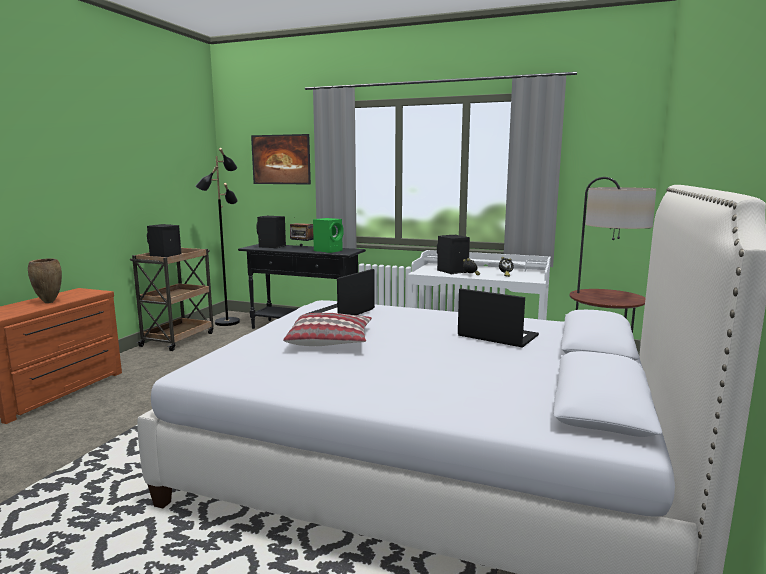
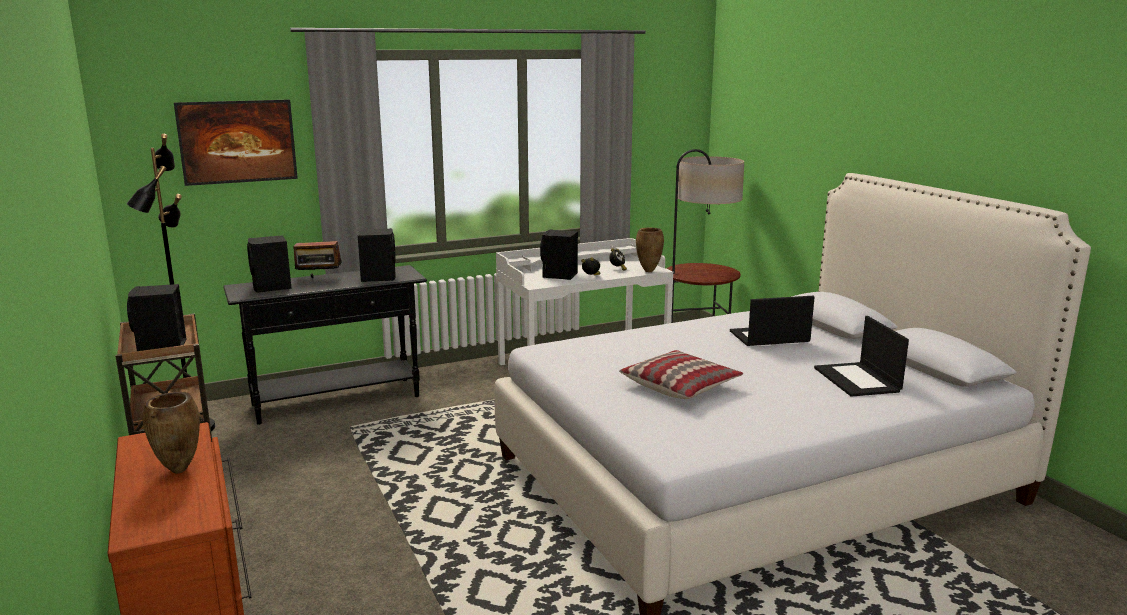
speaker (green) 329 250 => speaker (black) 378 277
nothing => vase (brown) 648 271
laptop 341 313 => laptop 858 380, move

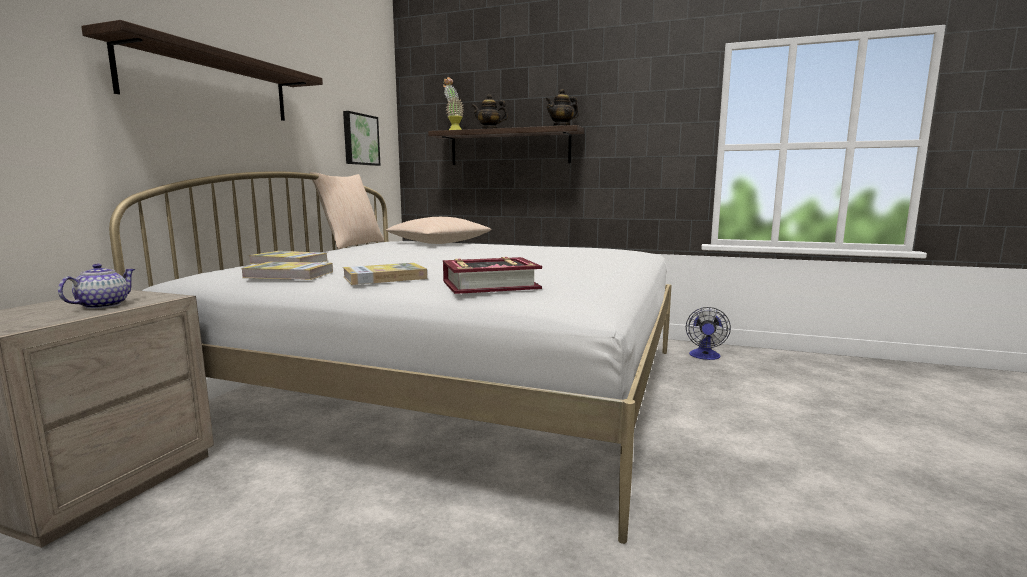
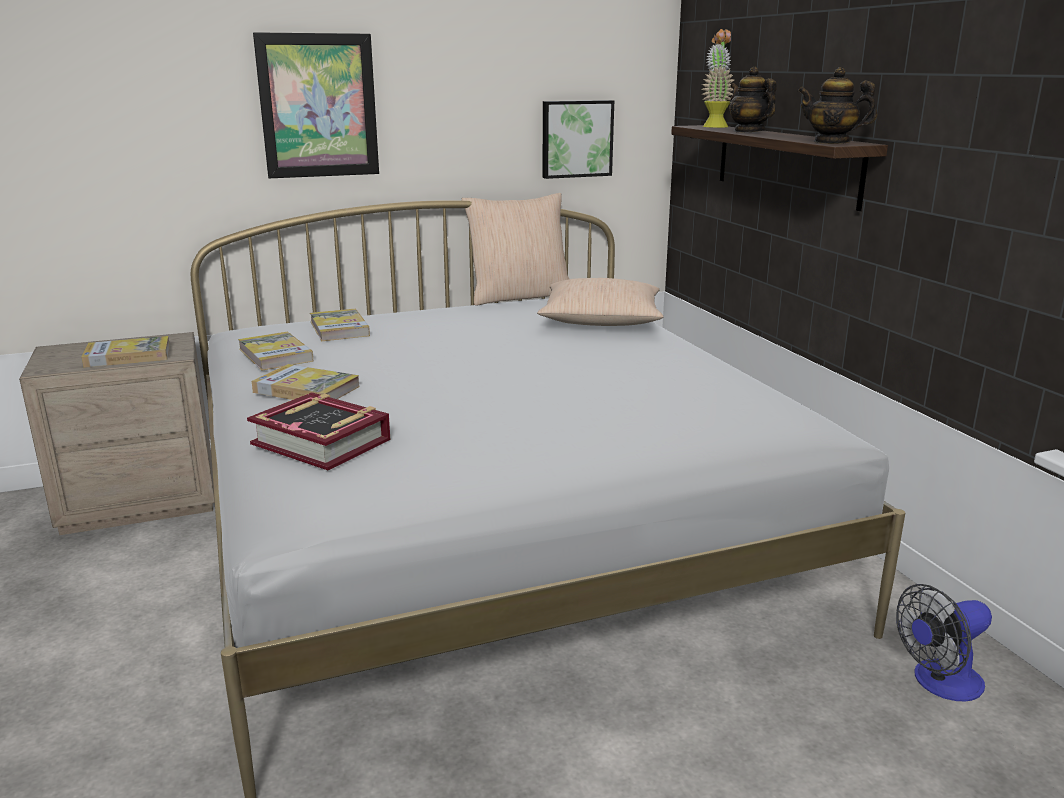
teapot 102 305 => book 128 356
shelf 210 84 => picture 318 106

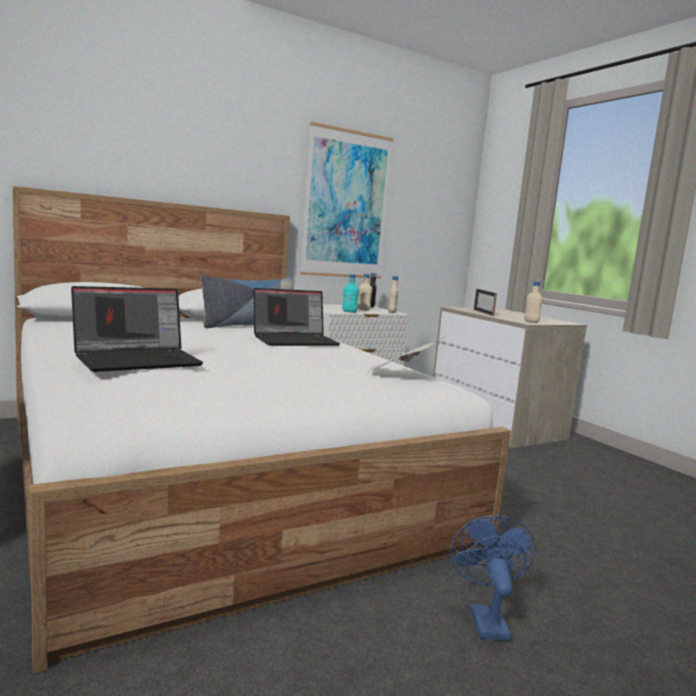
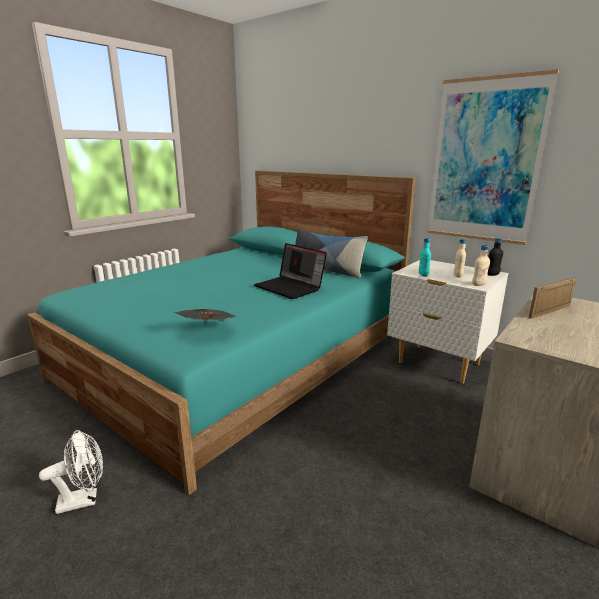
bed (white) 213 471 => bed (turquoise) 241 356
fan (blue) 485 618 => fan (white) 84 500
laptop 138 360 => nothing
bottle (beige) 531 322 => nothing

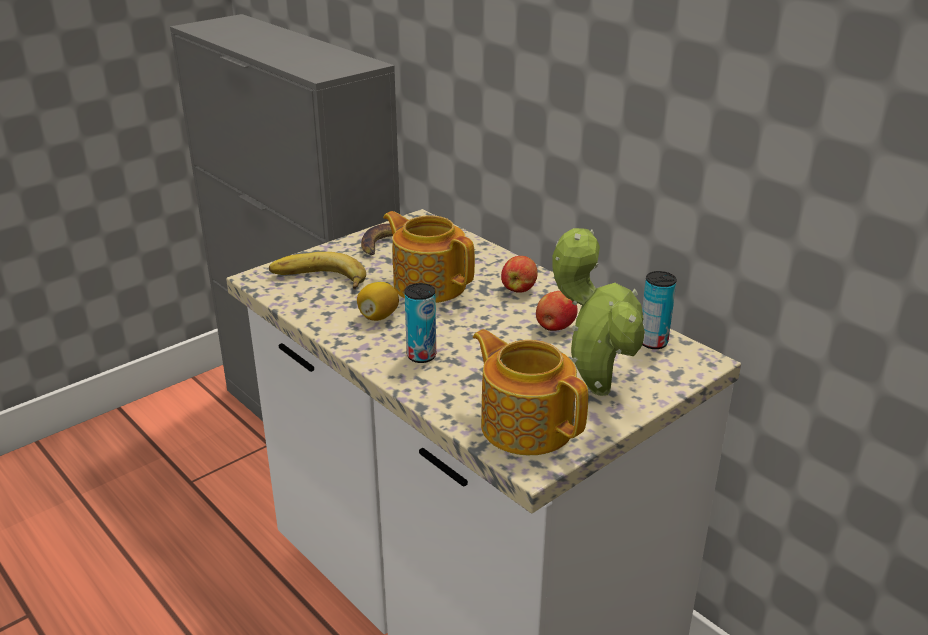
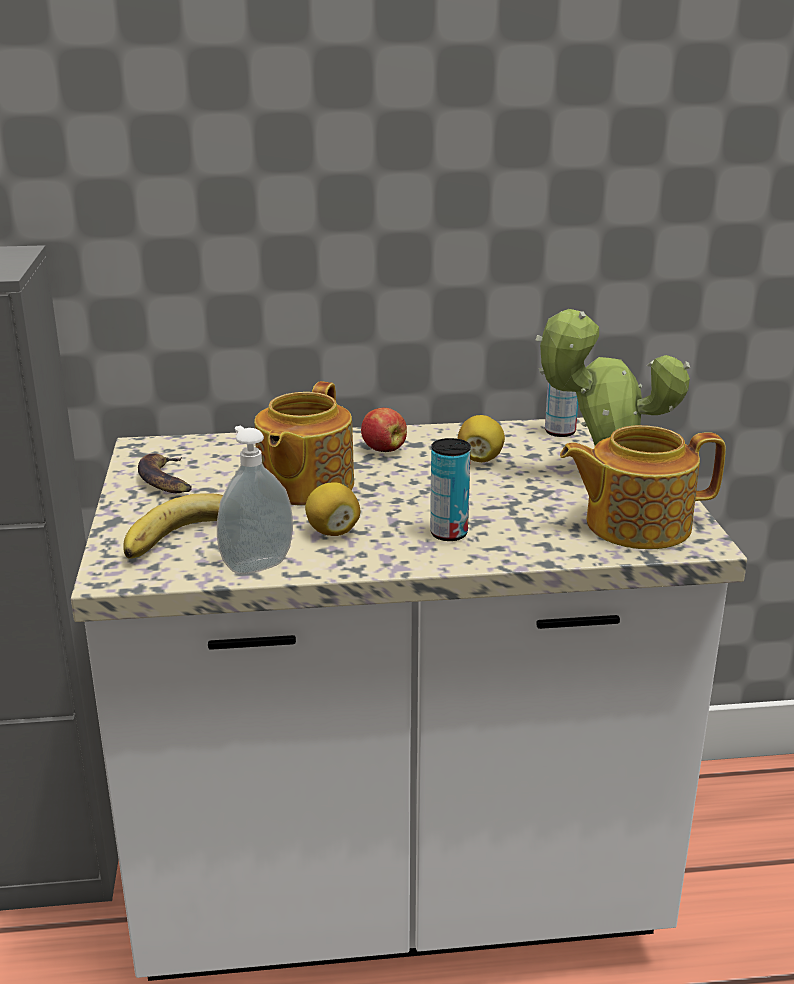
nothing => soap dispenser 256 565
teapot 429 284 => teapot 303 486, 60 degrees counterclockwise
apple 554 327 => lemon 480 459

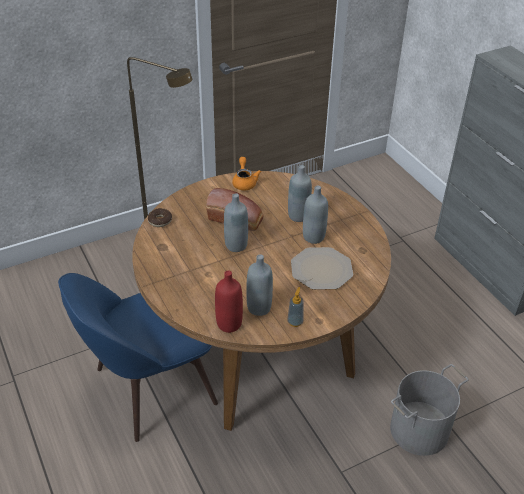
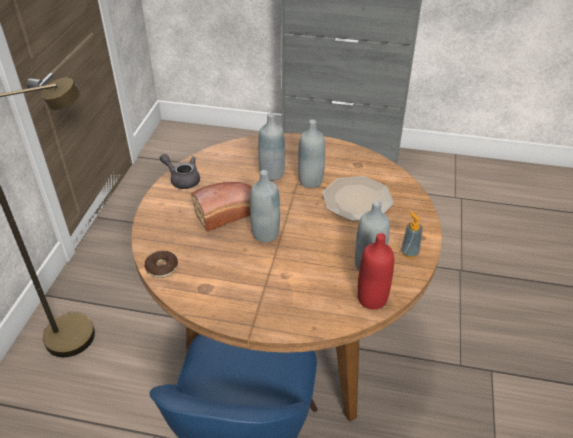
teapot (orange) 244 182 => teapot (grey) 182 179
bucket (grey) 420 430 => nothing

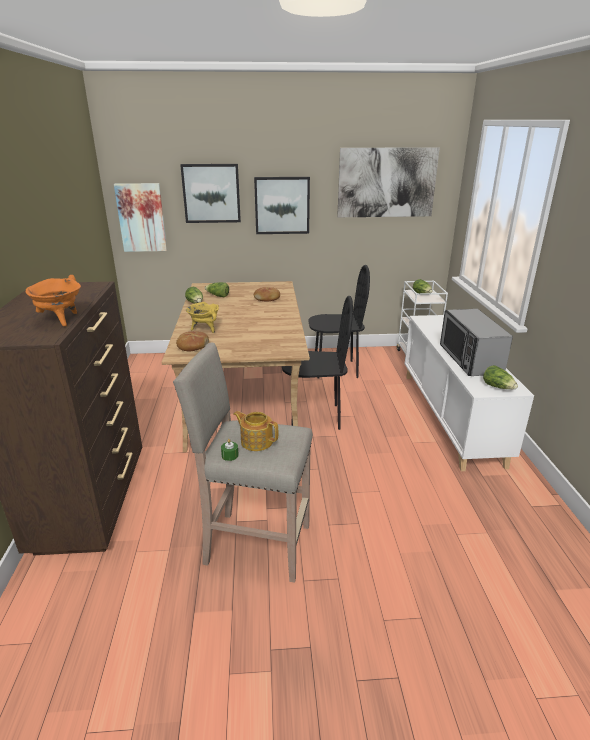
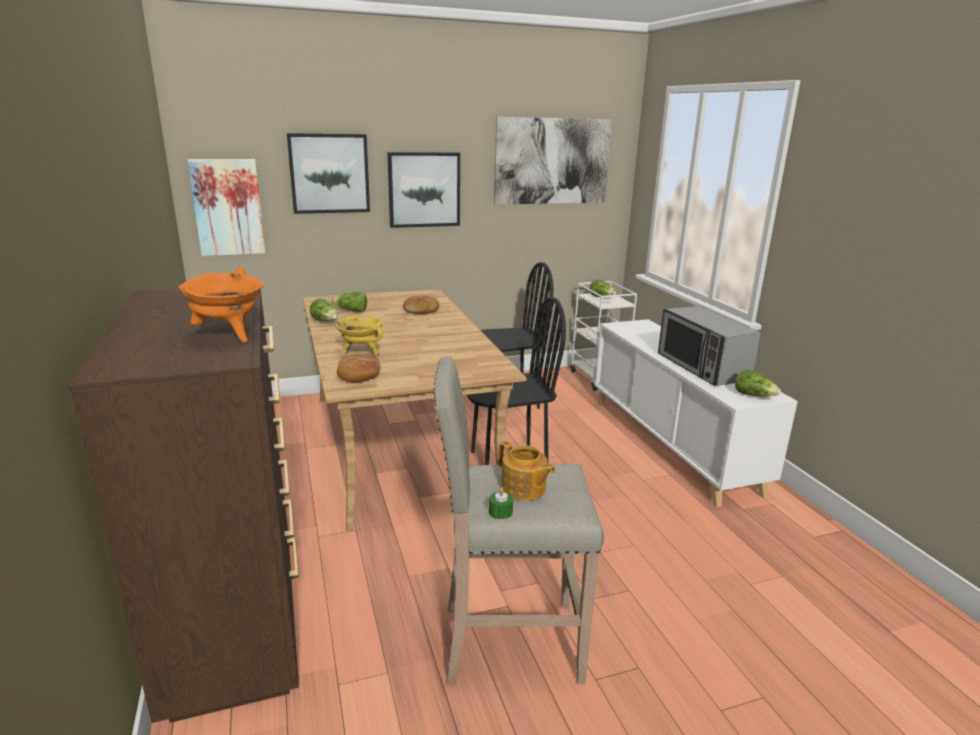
teapot 256 441 => teapot 523 489, 150 degrees counterclockwise

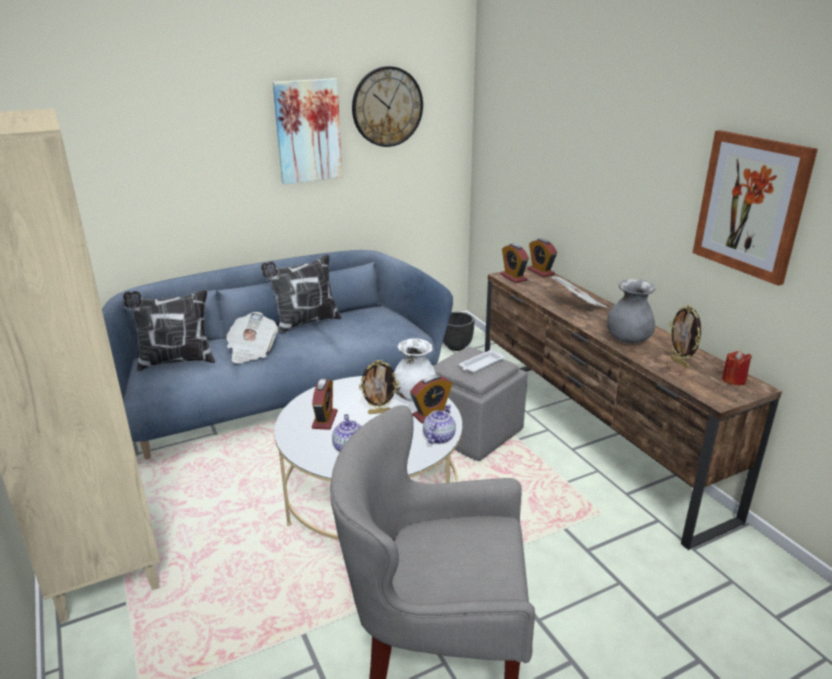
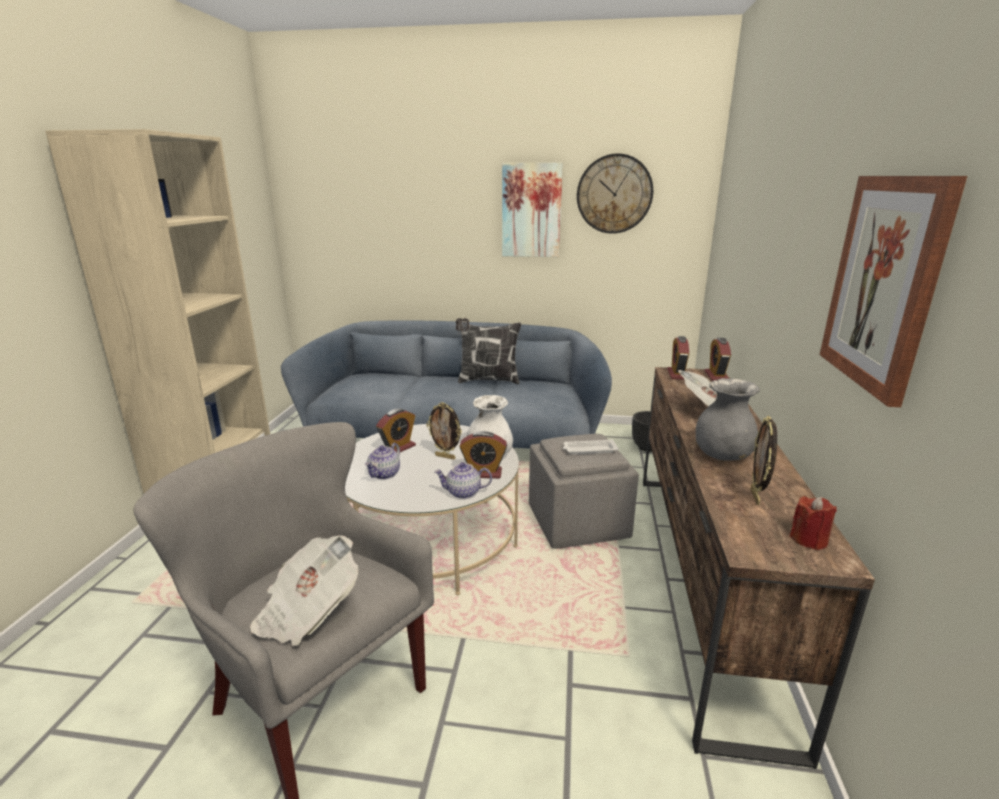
newspaper 251 351 => newspaper 308 611, move
teapot 438 437 => teapot 463 493, 150 degrees counterclockwise
pillow 175 361 => nothing

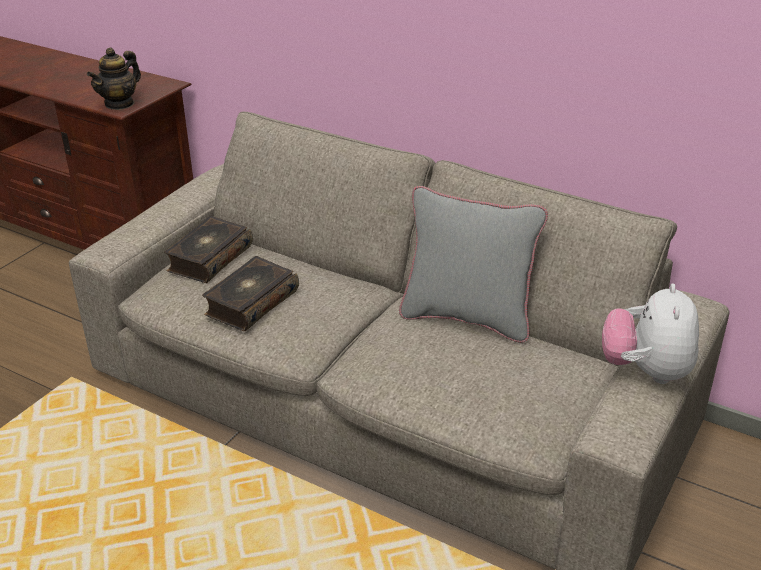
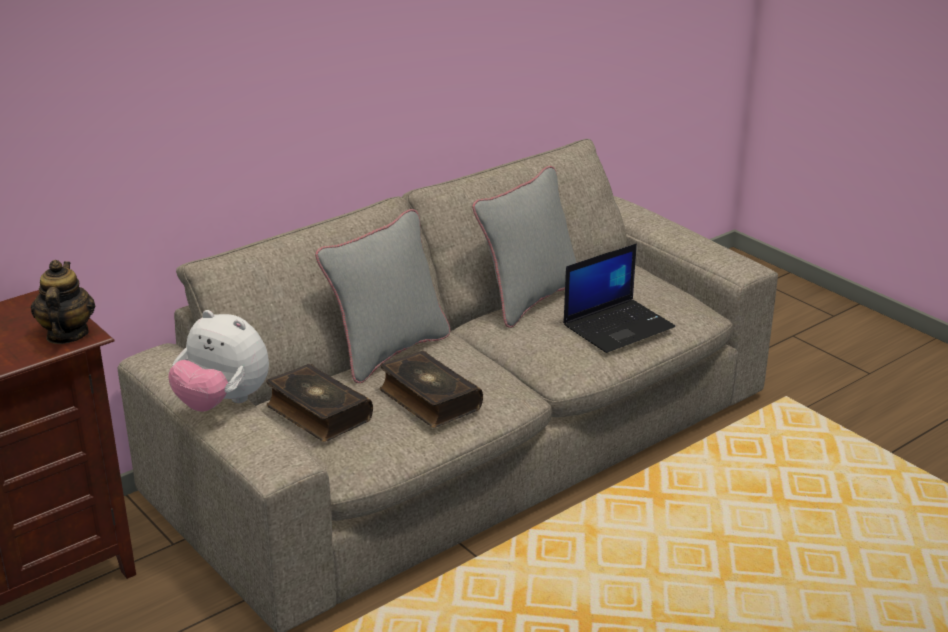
teapot 120 104 => teapot 67 335, 150 degrees counterclockwise
plush toy 646 371 => plush toy 222 403, move
nothing => pillow (grey) 388 351
nothing => laptop 618 326

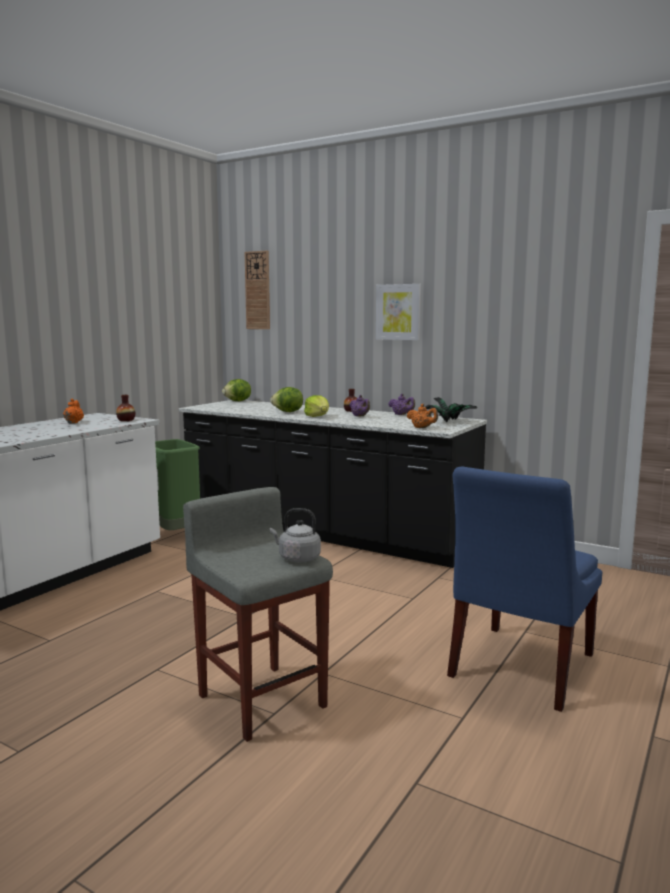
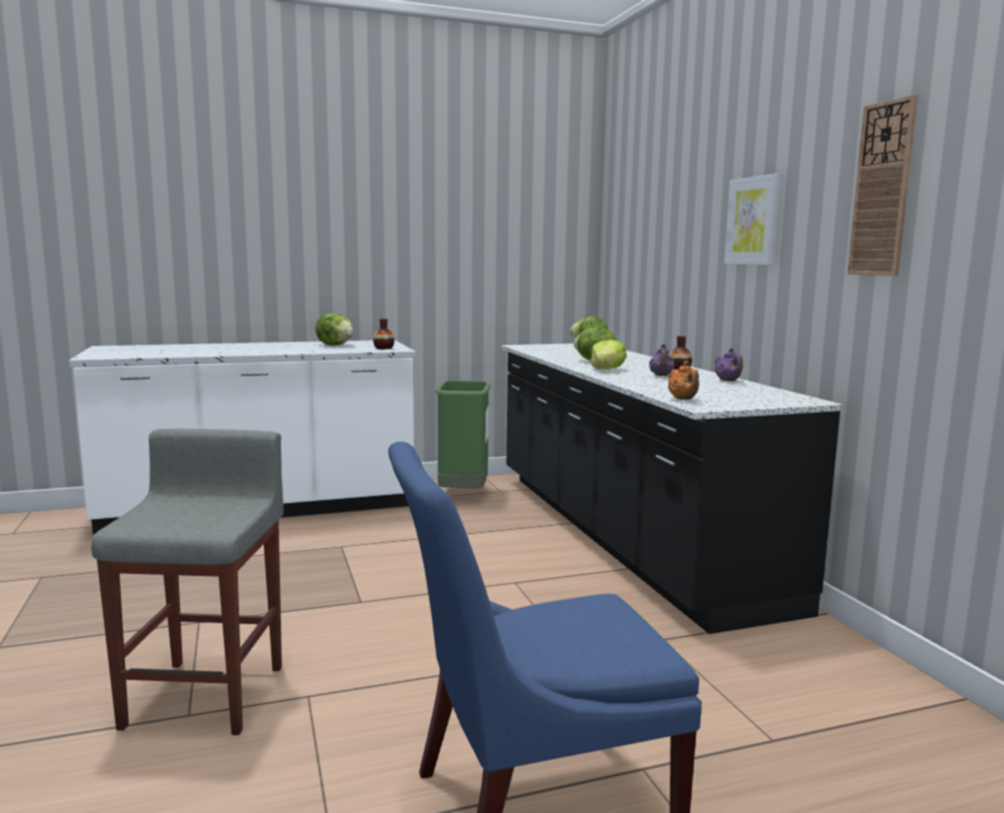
teapot (orange) 74 422 => lettuce 335 345
wall clock 258 290 => wall clock 882 189, move
kettle (grey) 297 558 => nothing
potted plant 450 422 => nothing

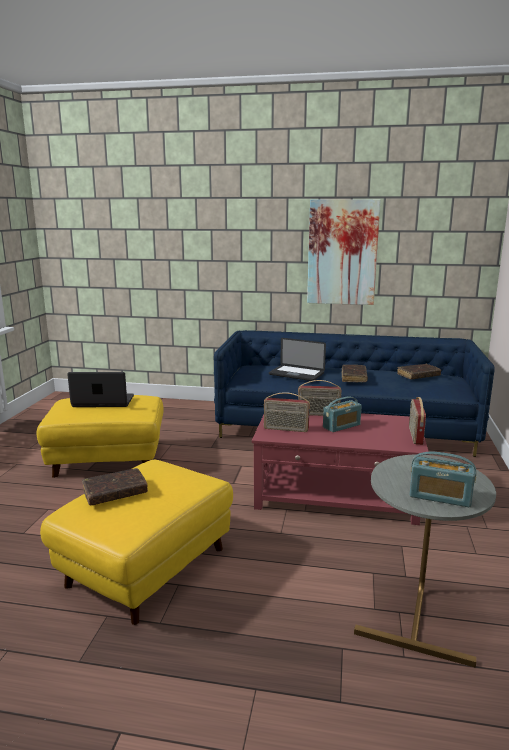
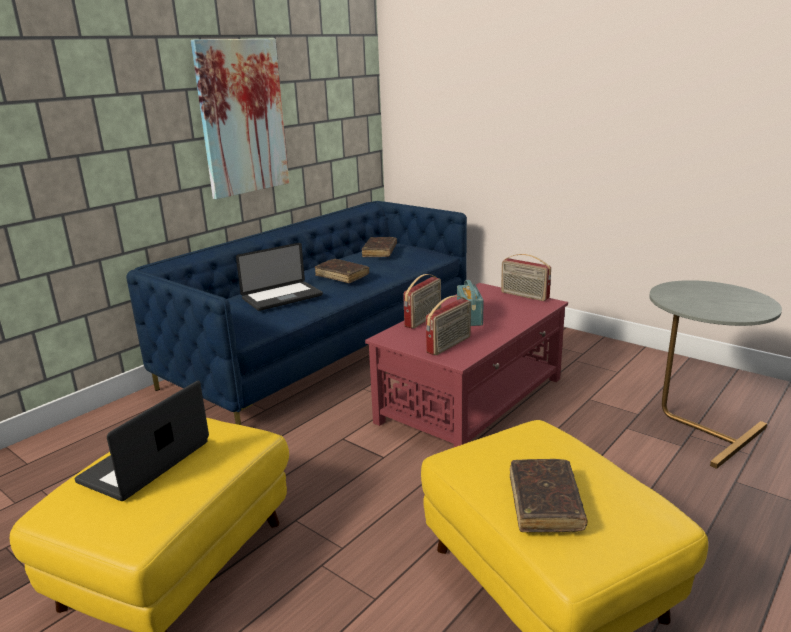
radio 440 497 => nothing

